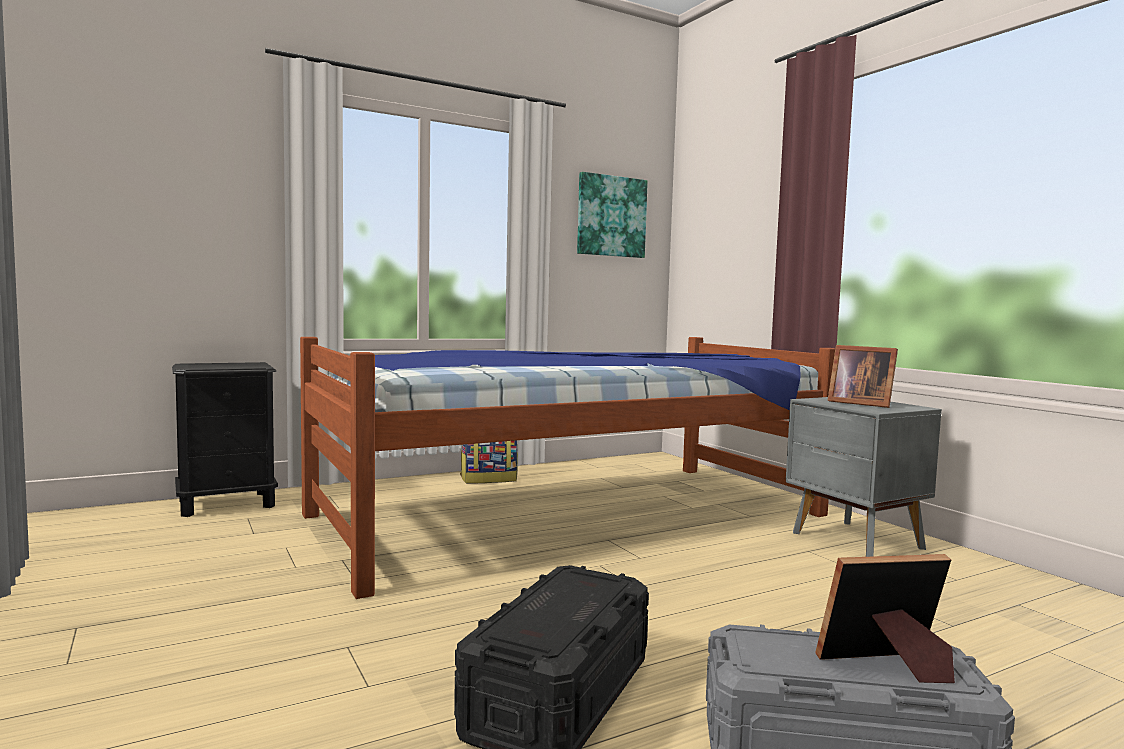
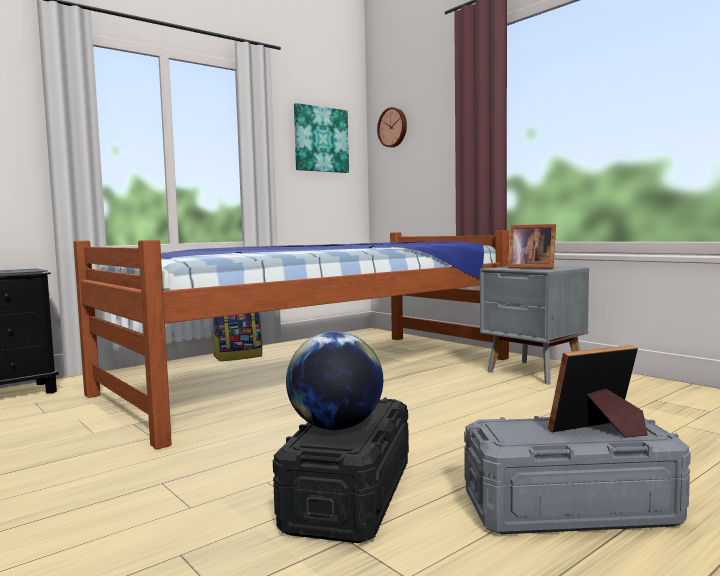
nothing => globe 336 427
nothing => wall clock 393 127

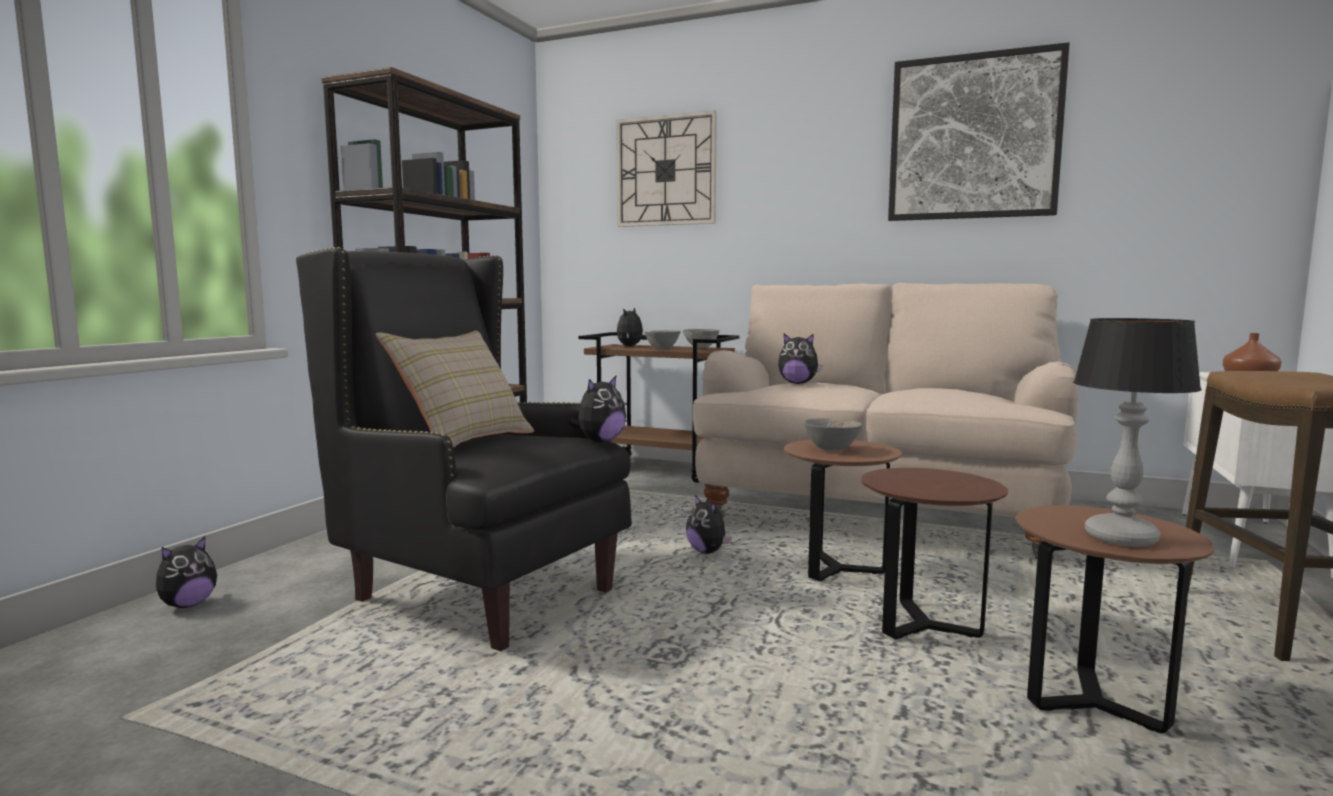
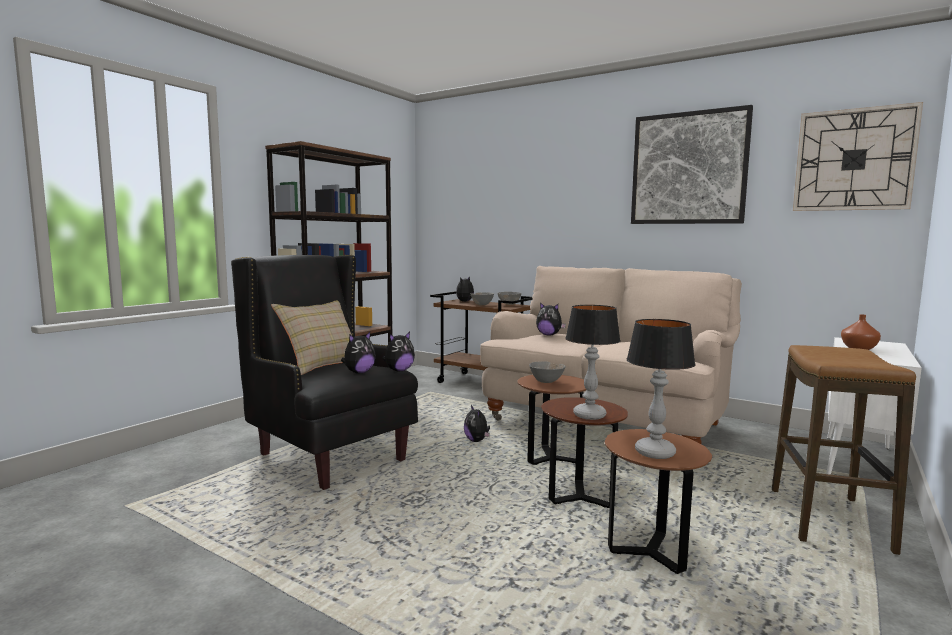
plush toy 187 604 => plush toy 359 372, move
nothing => table lamp 589 415
wall clock 666 171 => wall clock 853 160, move

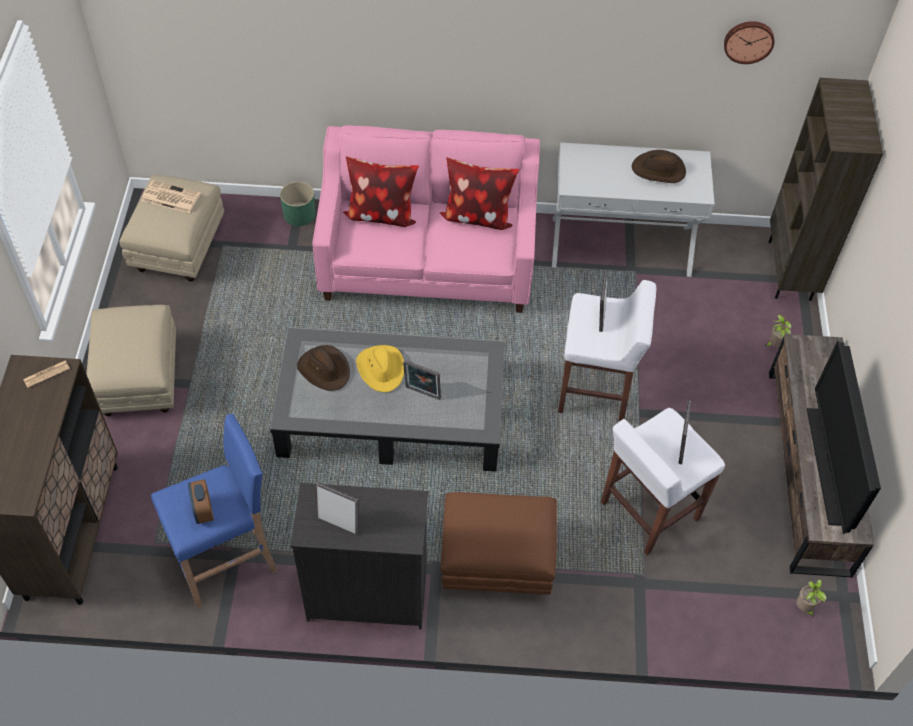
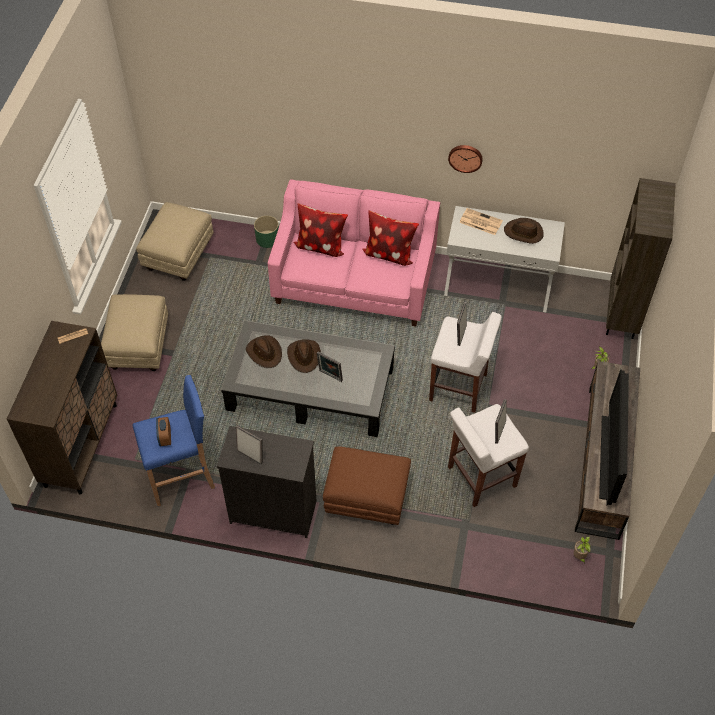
hat (yellow) 381 369 => hat (brown) 304 356
wall clock 748 41 => wall clock 465 157, move
newspaper 170 197 => newspaper 480 222, move

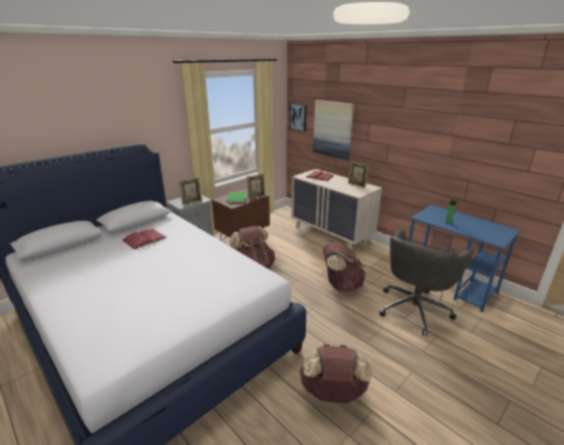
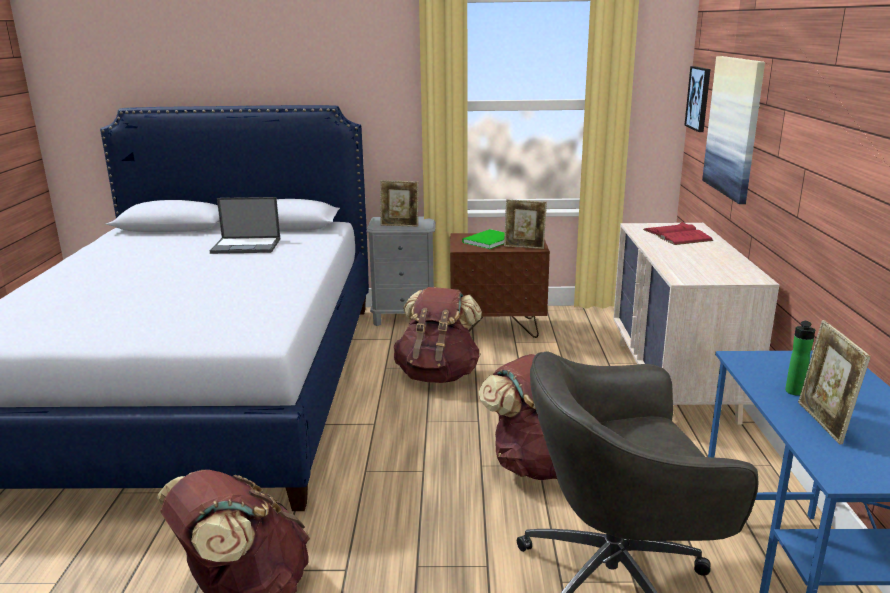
book (red) 144 239 => laptop 247 246
picture frame 356 185 => picture frame 823 423, move

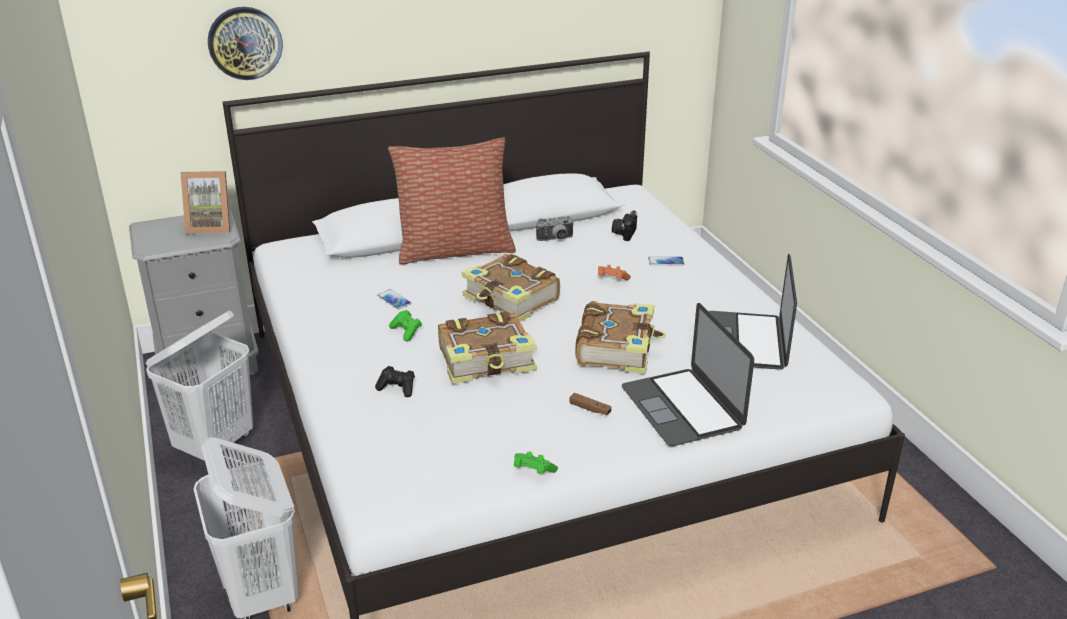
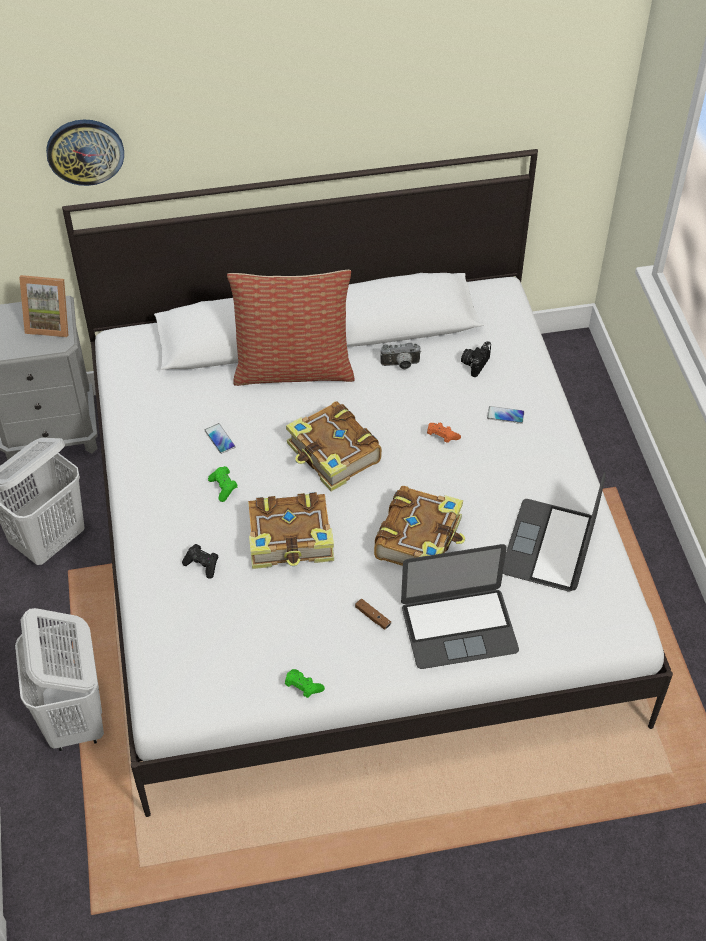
laptop 682 407 => laptop 459 627, 90 degrees counterclockwise

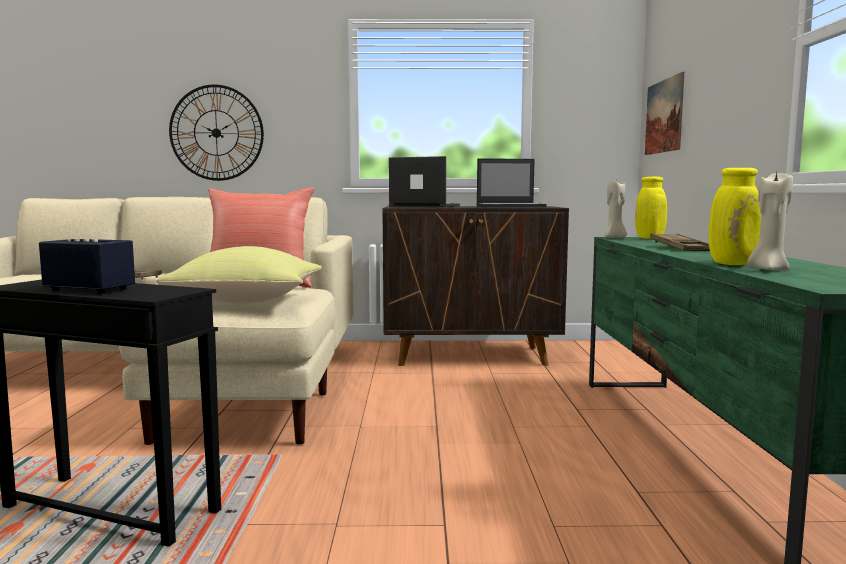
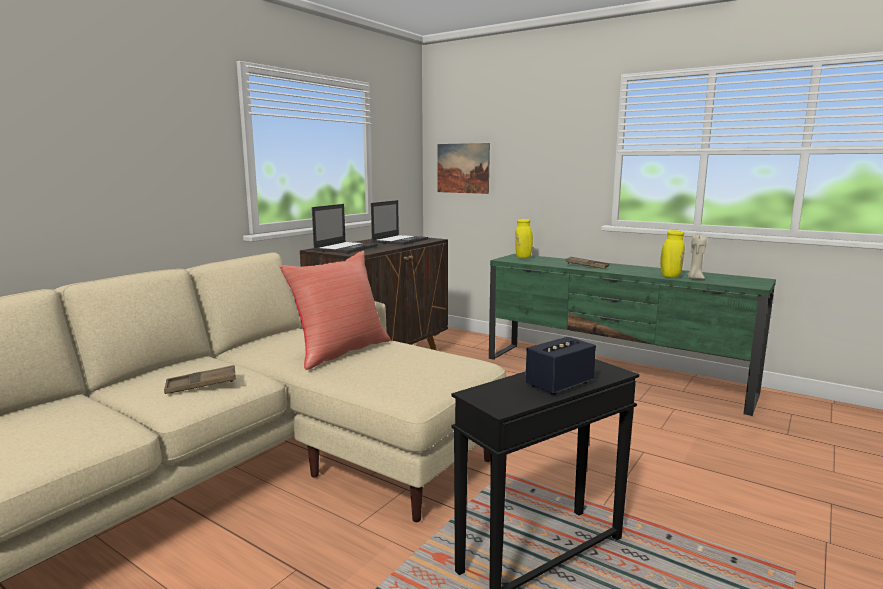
laptop 423 206 => laptop 346 248, 150 degrees clockwise
pillow (yellow) 249 301 => nothing
wall clock 216 133 => nothing
candle (beige) 614 238 => nothing

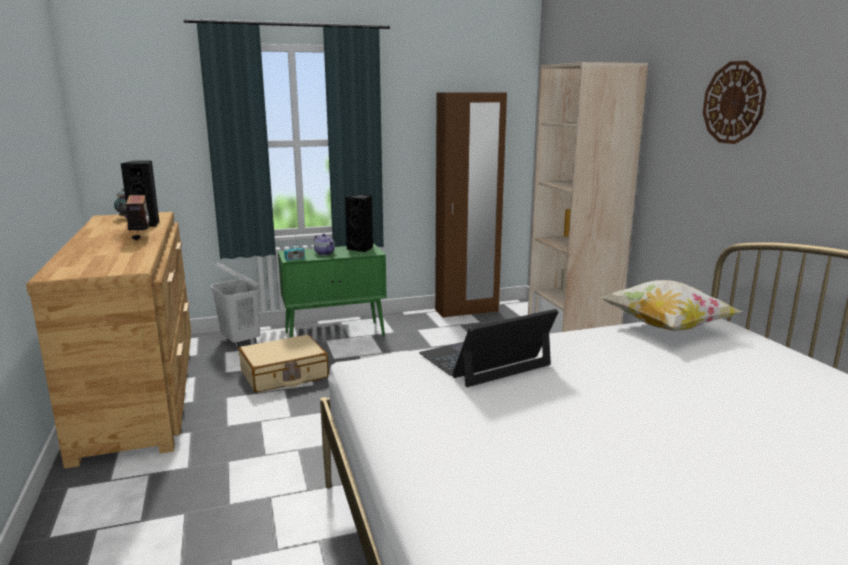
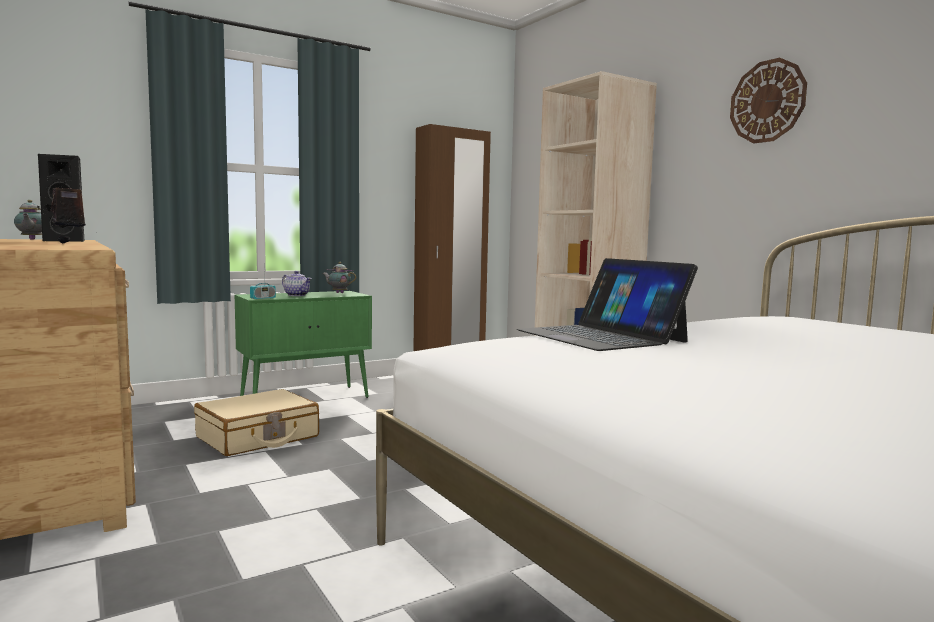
speaker (black) 361 249 => teapot 338 293
laptop 484 360 => laptop 601 336, 75 degrees counterclockwise
laundry basket (white) 241 340 => nothing
pillow 665 327 => nothing

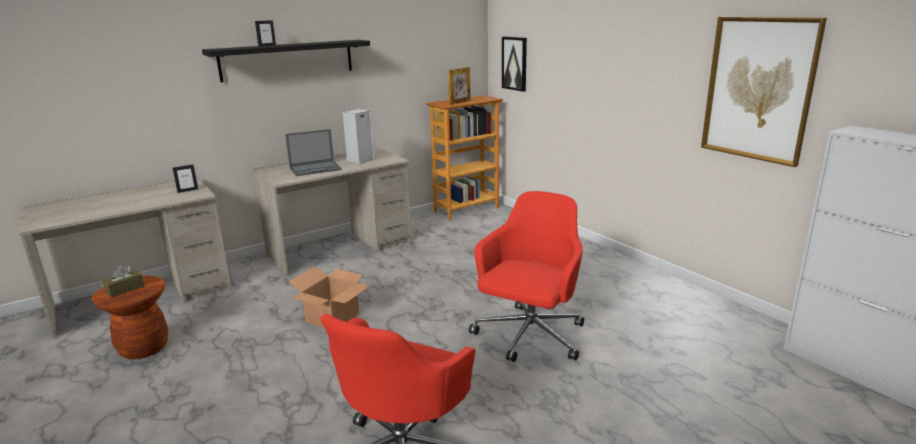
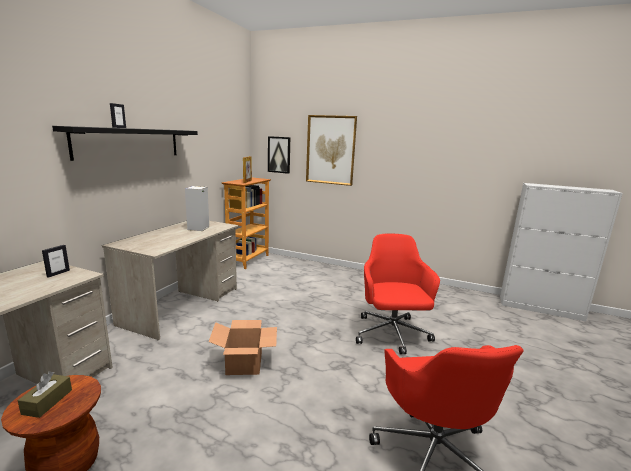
picture 758 89 => picture 330 150, move
laptop 316 168 => nothing

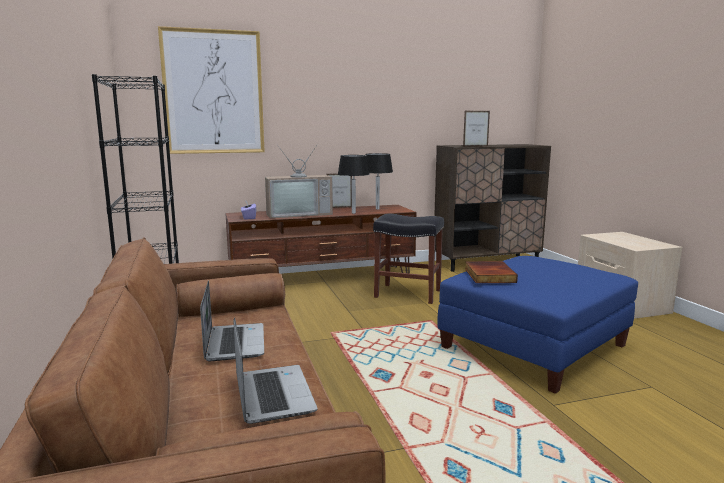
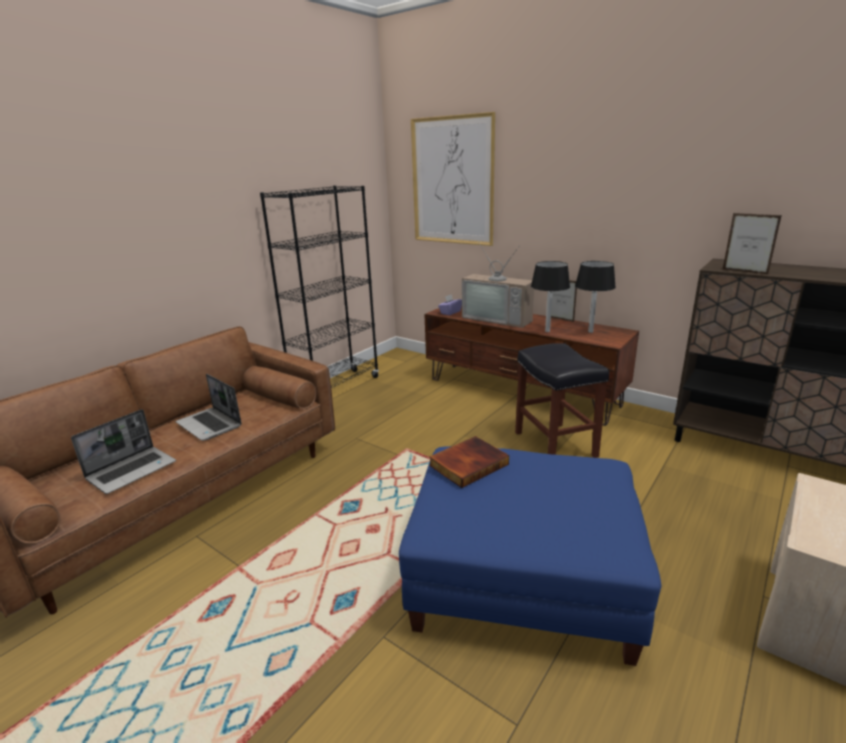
laptop 234 343 => laptop 210 425, 90 degrees clockwise

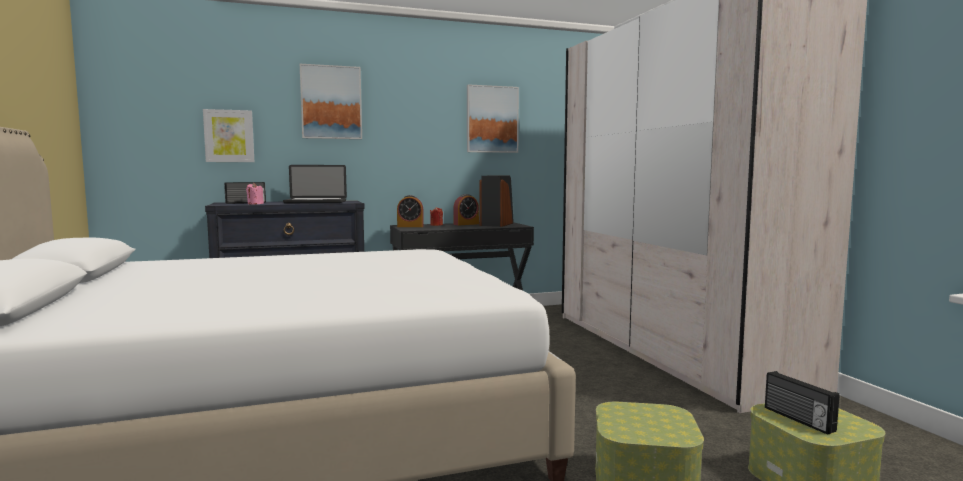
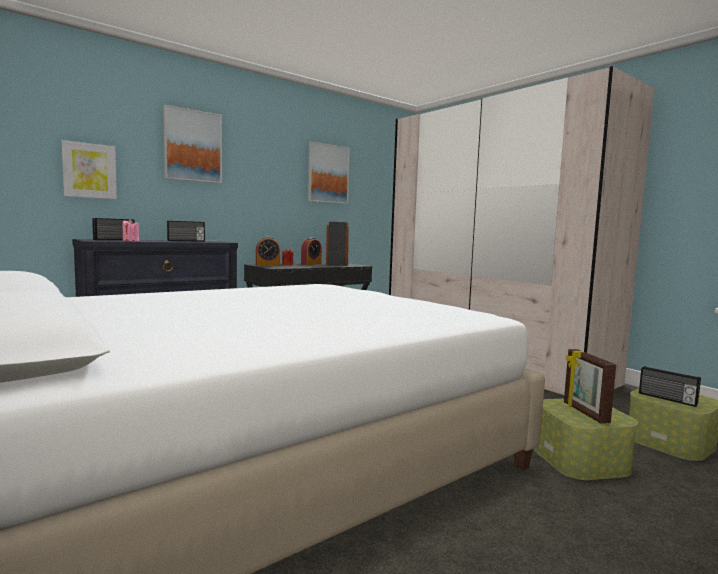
laptop 315 202 => radio 186 241
nothing => picture frame 584 413

